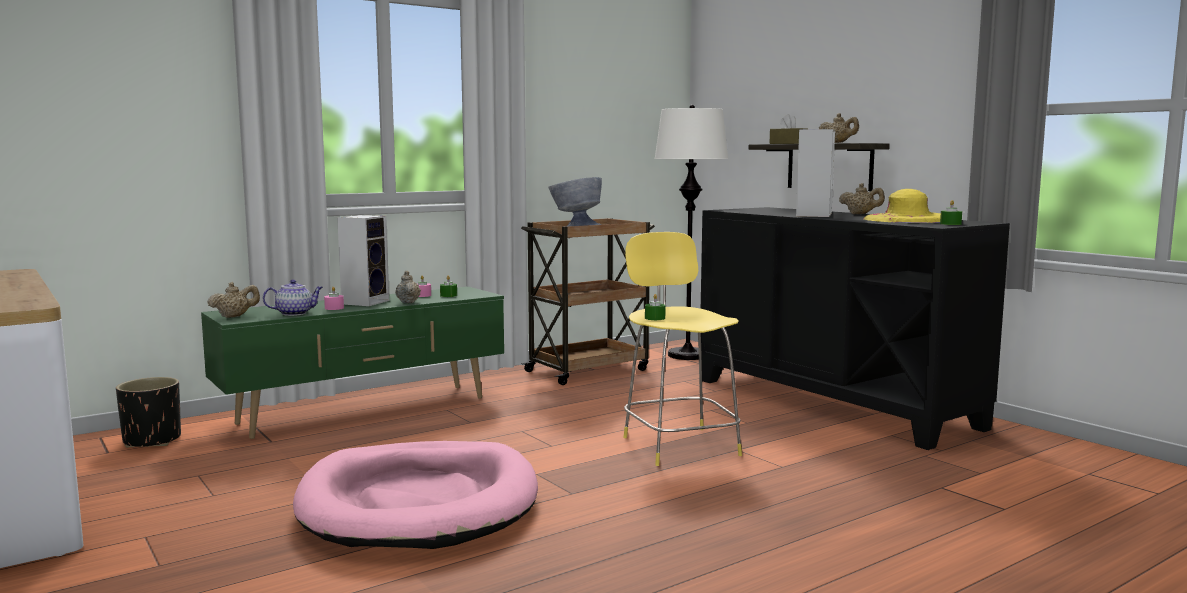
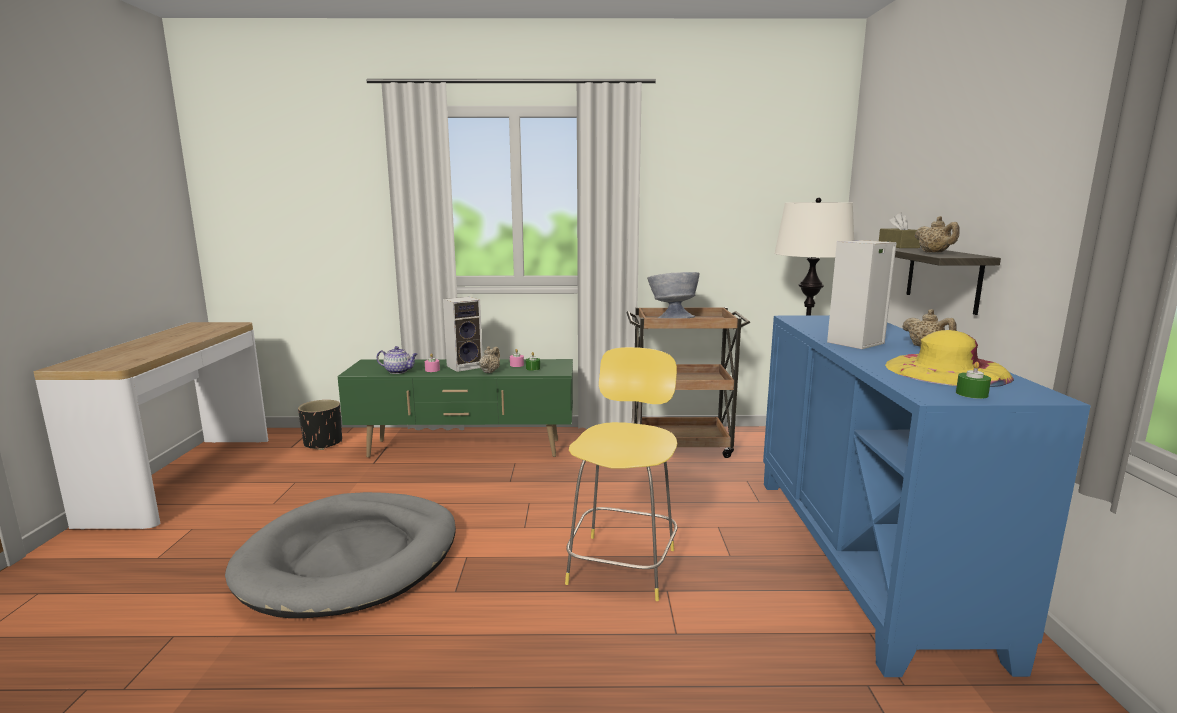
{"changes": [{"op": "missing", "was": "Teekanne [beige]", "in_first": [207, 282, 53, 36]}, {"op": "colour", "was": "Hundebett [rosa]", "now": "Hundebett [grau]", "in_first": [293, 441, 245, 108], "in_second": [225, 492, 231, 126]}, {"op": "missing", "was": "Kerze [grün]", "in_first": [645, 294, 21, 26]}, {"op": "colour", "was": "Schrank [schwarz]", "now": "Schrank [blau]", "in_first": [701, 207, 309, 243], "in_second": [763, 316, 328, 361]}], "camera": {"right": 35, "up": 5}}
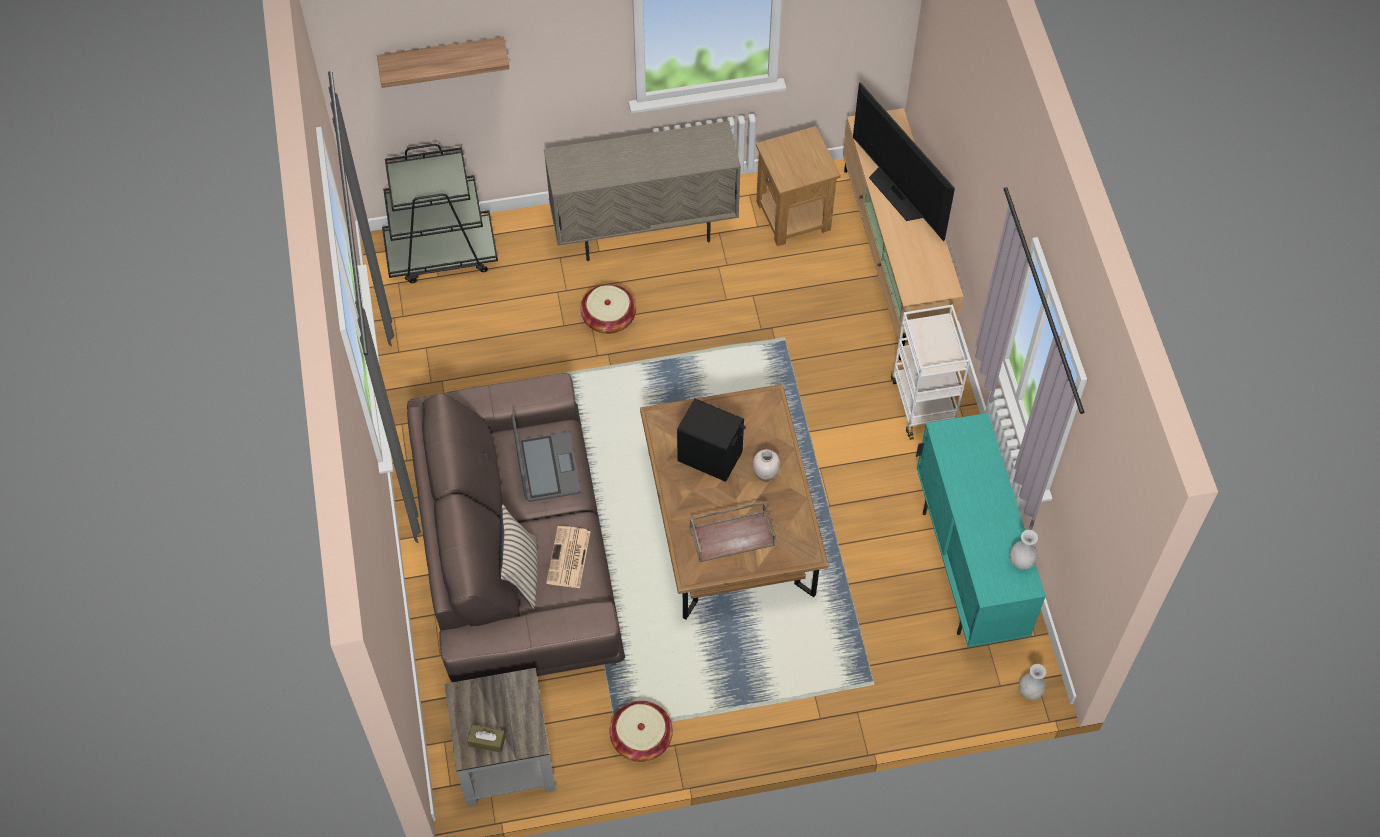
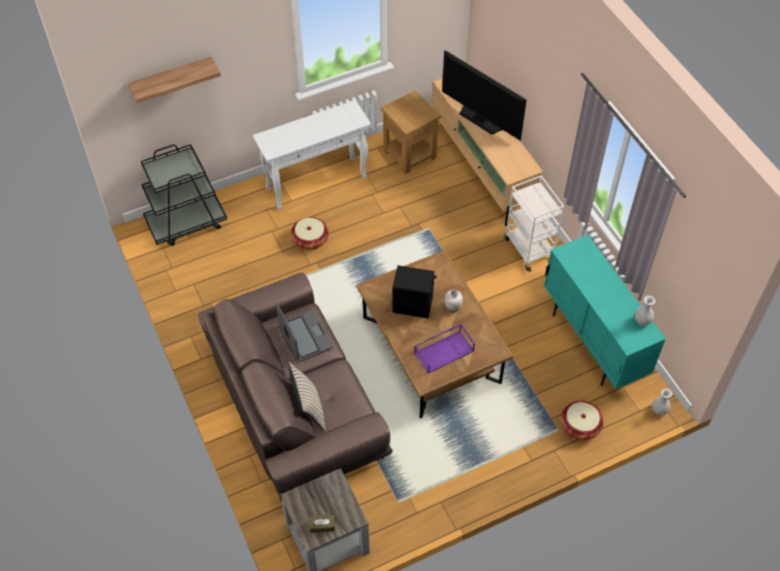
{"changes": [{"op": "exchanged", "was": "Schrank [beige]", "now": "Konsolentisch [weiß]", "in_first": [544, 121, 197, 140], "in_second": [253, 100, 118, 110]}, {"op": "missing", "was": "Zeitung", "in_first": [546, 526, 45, 62]}, {"op": "relocated", "was": "Korb", "in_first": [609, 701, 64, 61], "in_second": [561, 401, 43, 39]}, {"op": "colour", "was": "Tablett [braun]", "now": "Tablett [lila]", "in_first": [690, 501, 86, 61], "in_second": [414, 323, 61, 50]}], "camera": {"right": -15, "up": -5}}
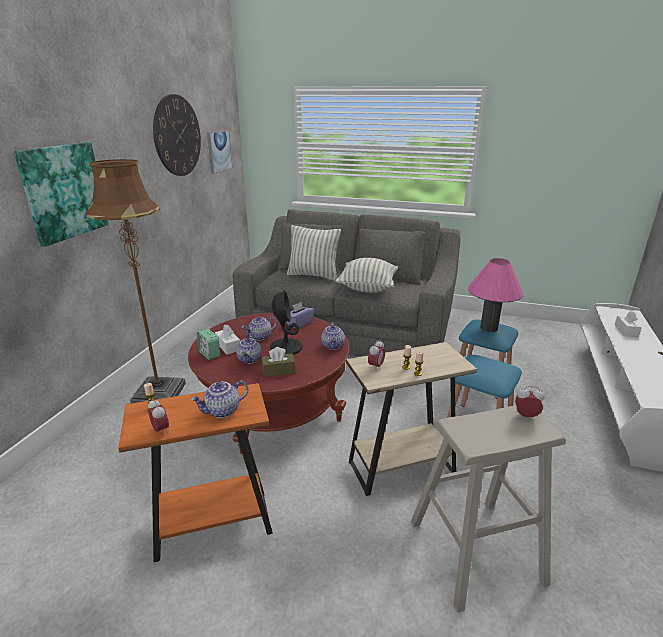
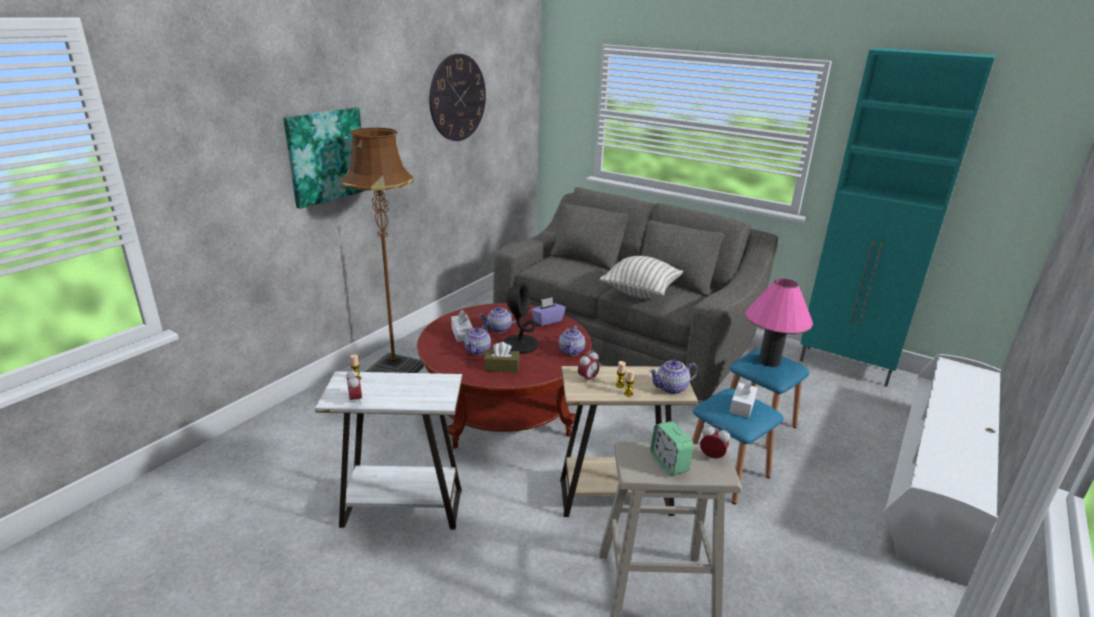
{"changes": [{"op": "colour", "was": "Beistelltisch [orange]", "now": "Beistelltisch [weiß]", "in_first": [118, 383, 155, 179], "in_second": [315, 371, 147, 158]}, {"op": "relocated", "was": "Teekanne", "in_first": [191, 380, 57, 38], "in_second": [649, 360, 49, 34]}, {"op": "relocated", "was": "Wecker", "in_first": [197, 329, 23, 31], "in_second": [650, 421, 44, 54]}, {"op": "missing", "was": "Bild", "in_first": [207, 130, 26, 44]}, {"op": "missing", "was": "Kissen", "in_first": [287, 225, 54, 56]}, {"op": "relocated", "was": "Taschentuchbox [weiß]", "in_first": [615, 311, 27, 26], "in_second": [730, 380, 27, 38]}, {"op": "appeared", "now": "Schrank [türkis]", "in_second": [800, 48, 195, 338]}], "camera": {"right": 15, "up": 0}}
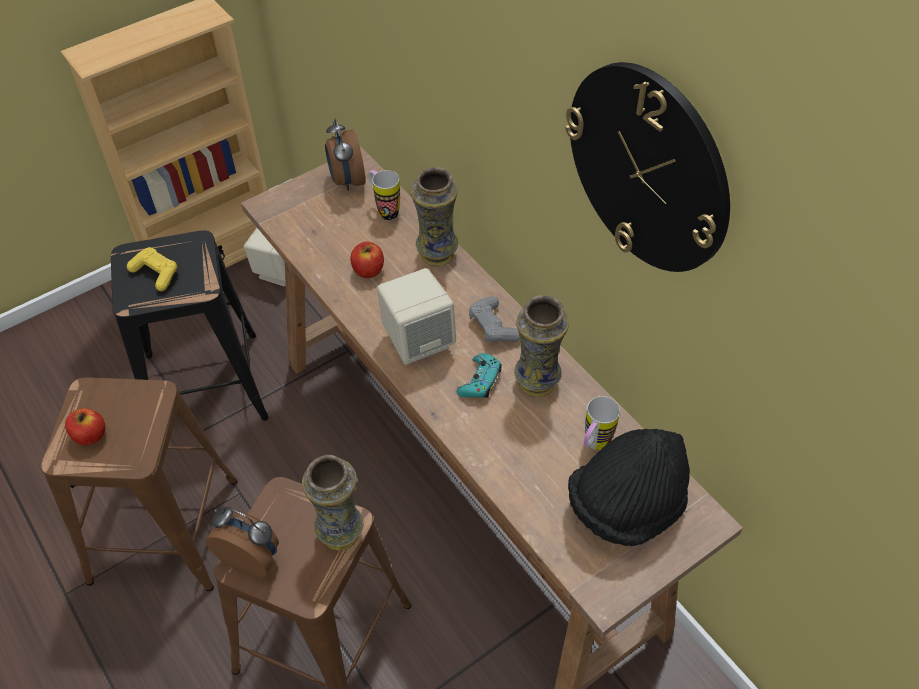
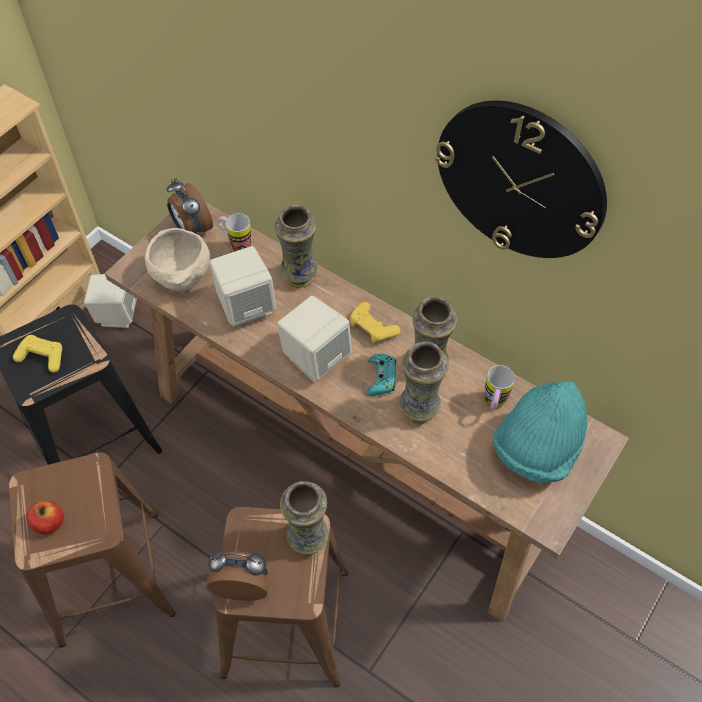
{"changes": [{"op": "exchanged", "was": "Apfel", "now": "Lautsprecher [beige]", "in_first": [350, 241, 34, 37], "in_second": [209, 246, 68, 81]}, {"op": "colour", "was": "Gamepad [grau]", "now": "Gamepad [gelb]", "in_first": [469, 296, 51, 46], "in_second": [350, 302, 50, 41]}, {"op": "colour", "was": "Hut [schwarz]", "now": "Hut [türkis]", "in_first": [568, 429, 122, 117], "in_second": [493, 381, 94, 102]}, {"op": "appeared", "now": "Schüssel [beige]", "in_second": [145, 228, 65, 63]}, {"op": "appeared", "now": "Vase", "in_second": [399, 341, 50, 83]}], "camera": {"right": -20, "up": 5}}
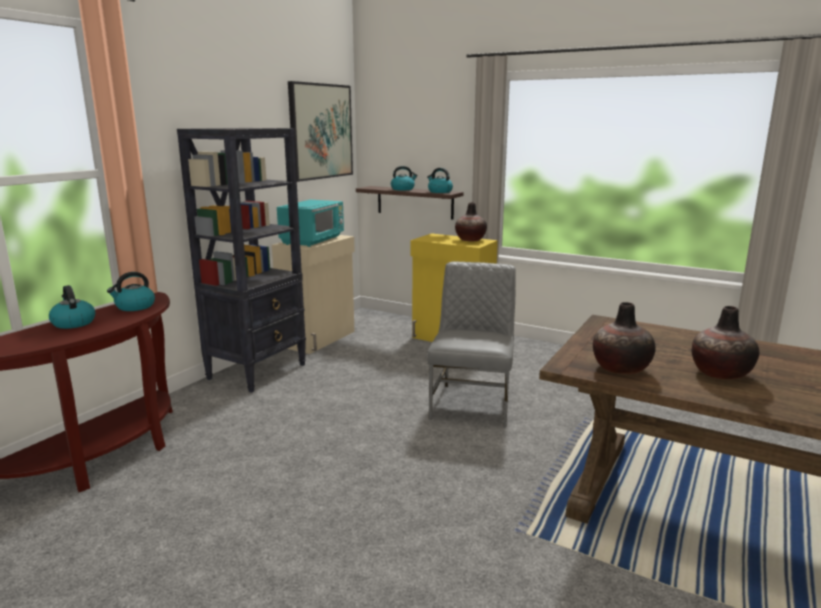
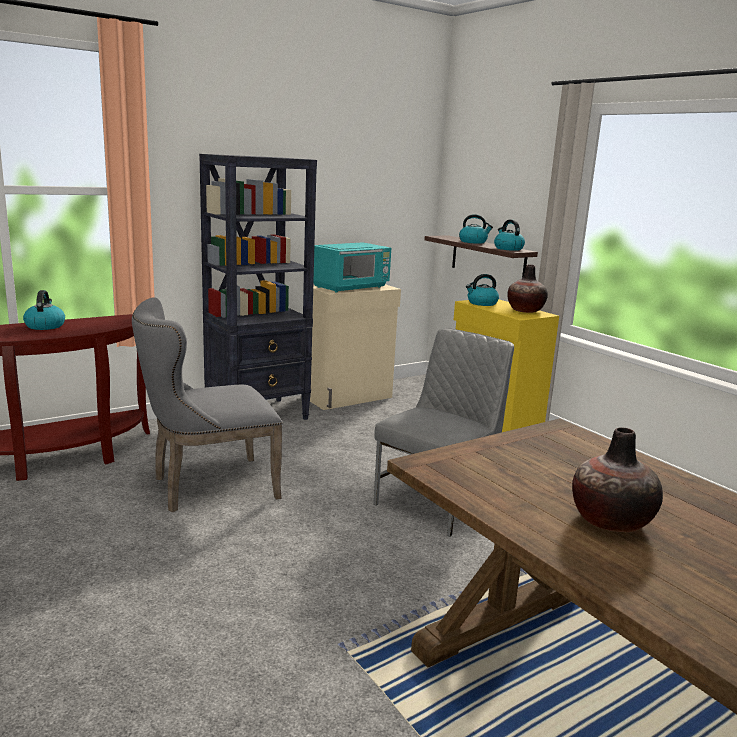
{"changes": [{"op": "relocated", "was": "Wasserkessel", "in_first": [107, 272, 48, 39], "in_second": [466, 274, 33, 32]}, {"op": "missing", "was": "Bild", "in_first": [288, 81, 65, 101]}, {"op": "missing", "was": "Vase", "in_first": [593, 302, 63, 72]}, {"op": "appeared", "now": "Stuhl [grau]", "in_second": [132, 297, 151, 215]}], "camera": {"right": 25, "up": 0}}
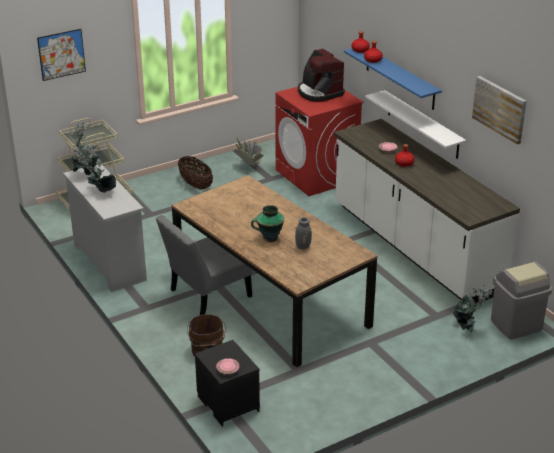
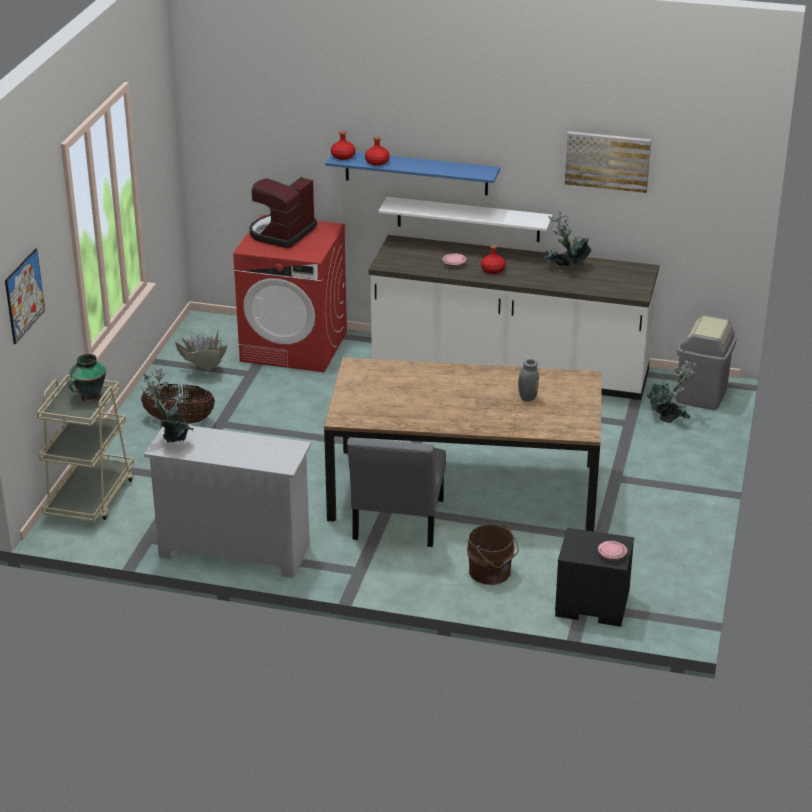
{"changes": [{"op": "relocated", "was": "Topfpflanze", "in_first": [77, 144, 39, 49], "in_second": [542, 210, 49, 56]}, {"op": "relocated", "was": "Vase", "in_first": [251, 205, 33, 37], "in_second": [68, 354, 38, 48]}, {"op": "spun", "was": "Kaffeemaschine", "in_first": [298, 49, 47, 53], "in_second": [249, 177, 68, 71], "clockwise": 105}], "camera": {"right": -45, "up": 0}}
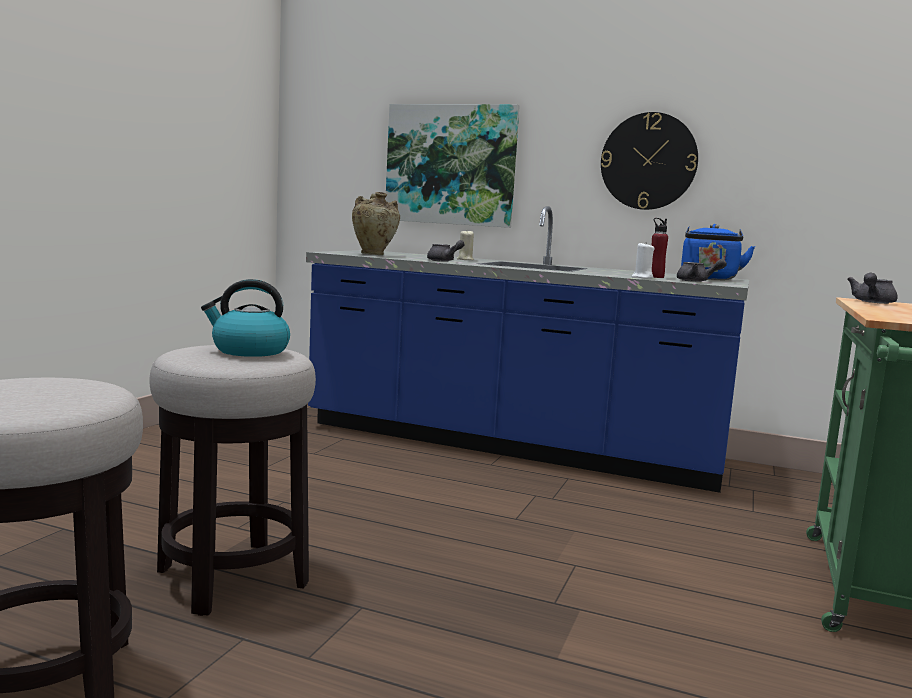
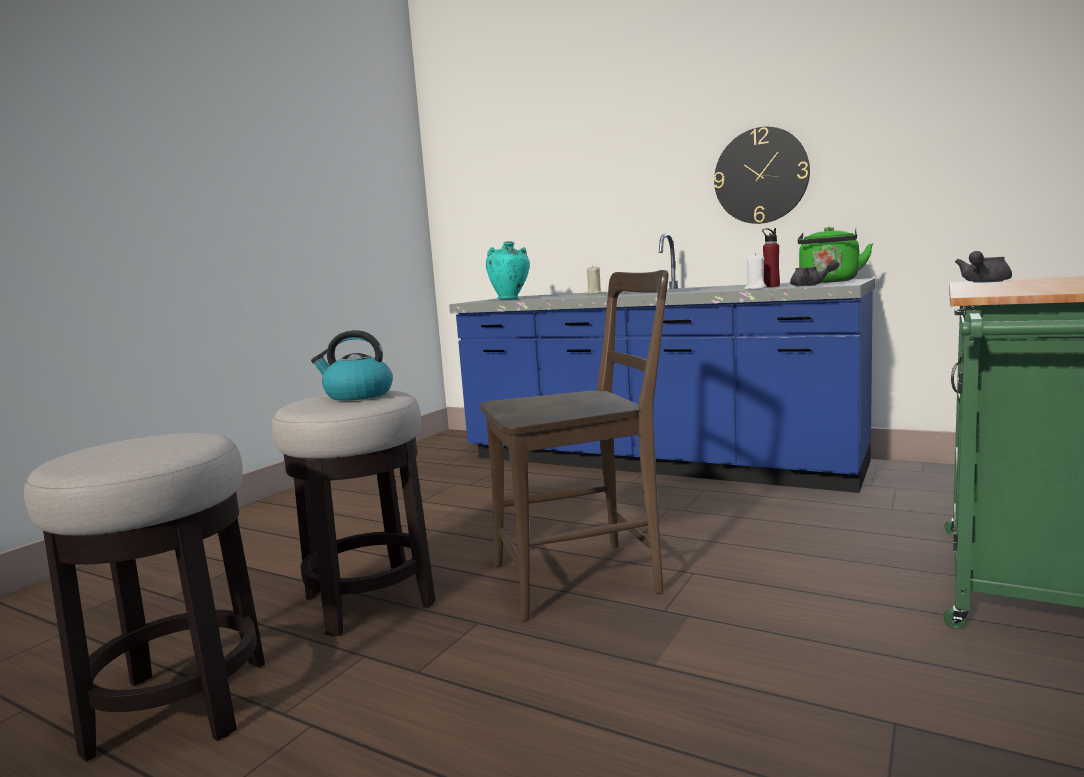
{"changes": [{"op": "colour", "was": "Vase [beige]", "now": "Vase [türkis]", "in_first": [352, 192, 48, 63], "in_second": [486, 241, 44, 59]}, {"op": "missing", "was": "Bild", "in_first": [385, 104, 135, 124]}, {"op": "missing", "was": "Teekanne [grau]", "in_first": [427, 240, 37, 21]}, {"op": "colour", "was": "Wasserkessel [blau]", "now": "Wasserkessel [grün]", "in_first": [681, 224, 74, 56], "in_second": [798, 227, 75, 56]}, {"op": "appeared", "now": "Stuhl [braun]", "in_second": [480, 270, 189, 351]}], "camera": {"right": 10, "up": 0}}
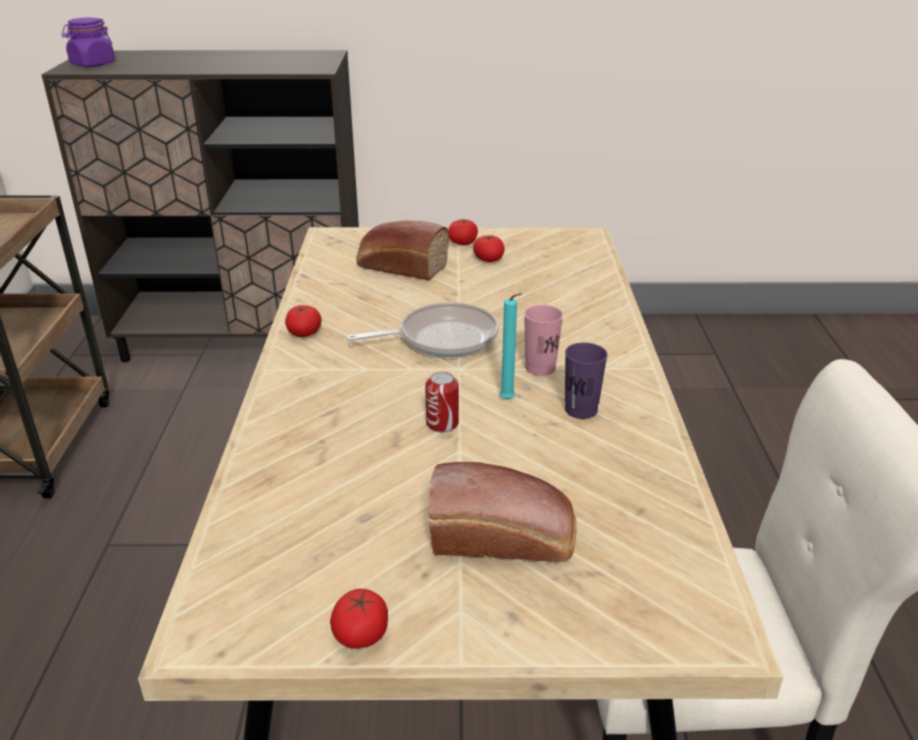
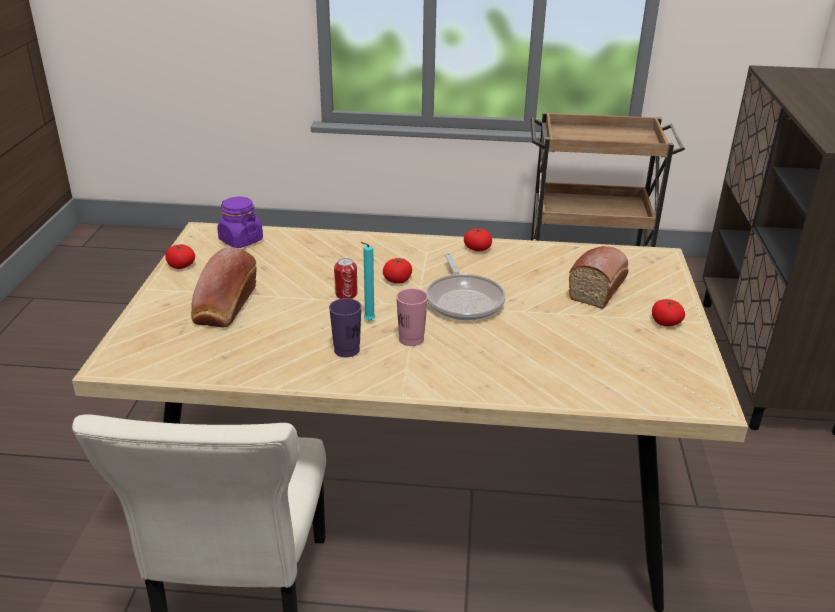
{"changes": [{"op": "relocated", "was": "Vorratsglas [lila]", "in_first": [62, 18, 53, 49], "in_second": [217, 197, 46, 51]}, {"op": "relocated", "was": "Tomate", "in_first": [473, 235, 31, 27], "in_second": [383, 258, 29, 26]}], "camera": {"right": 95, "up": 0}}
